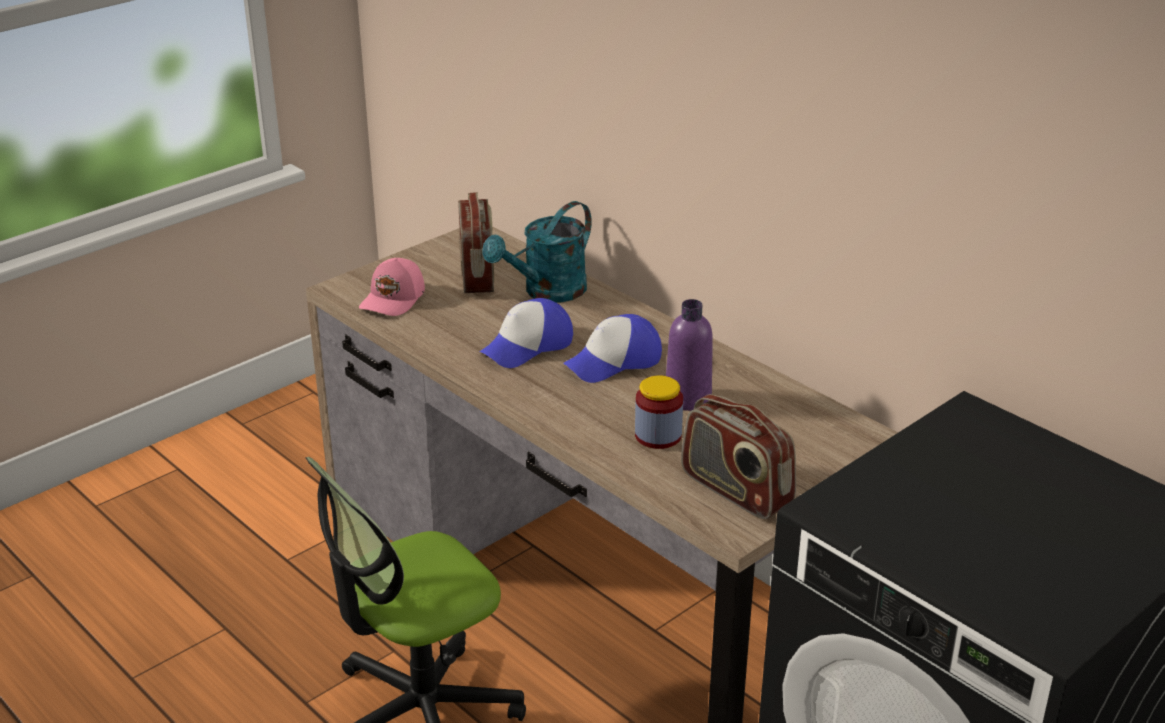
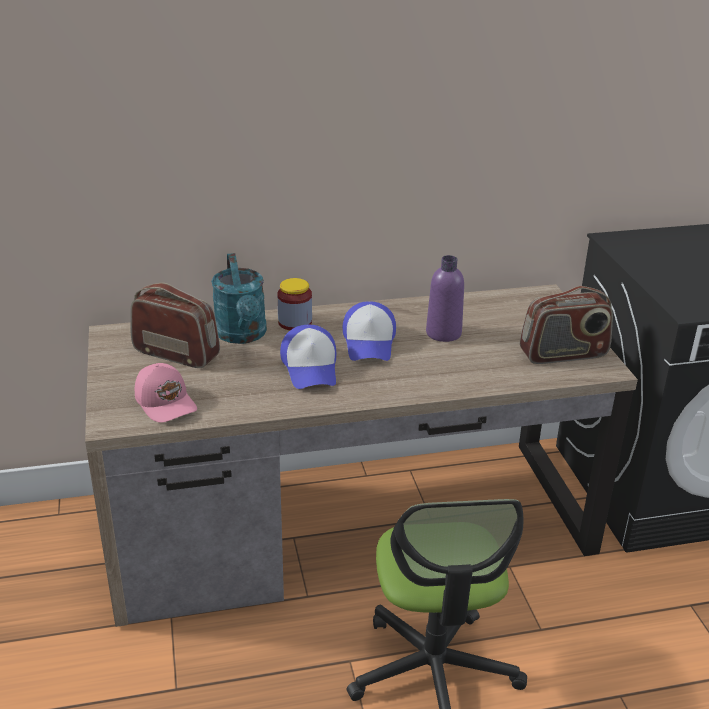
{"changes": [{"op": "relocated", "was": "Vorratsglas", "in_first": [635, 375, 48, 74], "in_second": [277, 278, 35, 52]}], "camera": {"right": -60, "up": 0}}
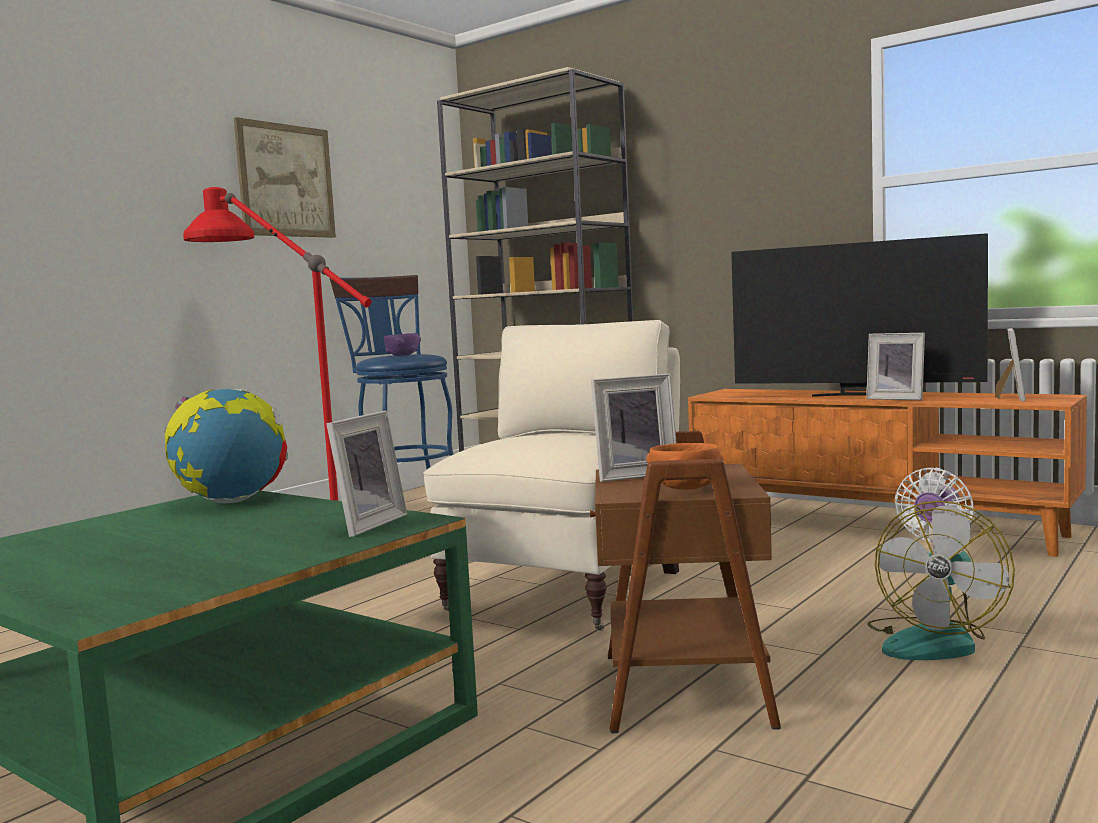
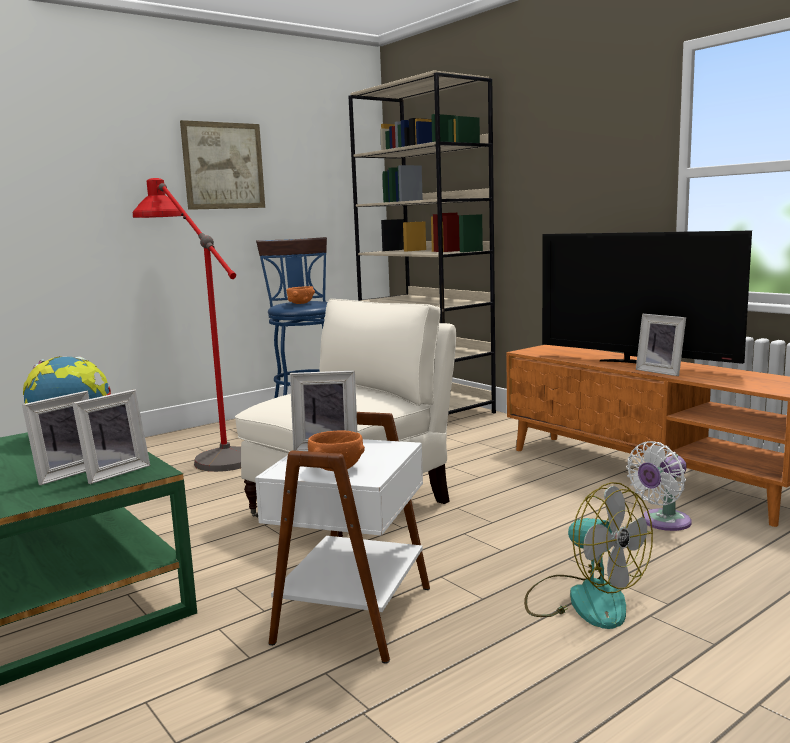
{"changes": [{"op": "colour", "was": "Schüssel [lila]", "now": "Schüssel [orange]", "in_first": [384, 333, 37, 23], "in_second": [286, 286, 29, 18]}, {"op": "colour", "was": "Beistelltisch [braun]", "now": "Beistelltisch [weiß]", "in_first": [590, 431, 191, 302], "in_second": [255, 412, 175, 252]}, {"op": "spun", "was": "Ventilator", "in_first": [867, 501, 148, 159], "in_second": [524, 482, 129, 147], "clockwise": -90}, {"op": "relocated", "was": "Bilderrahmen", "in_first": [995, 328, 31, 73], "in_second": [22, 391, 67, 94]}], "camera": {"right": 15, "up": 5}}
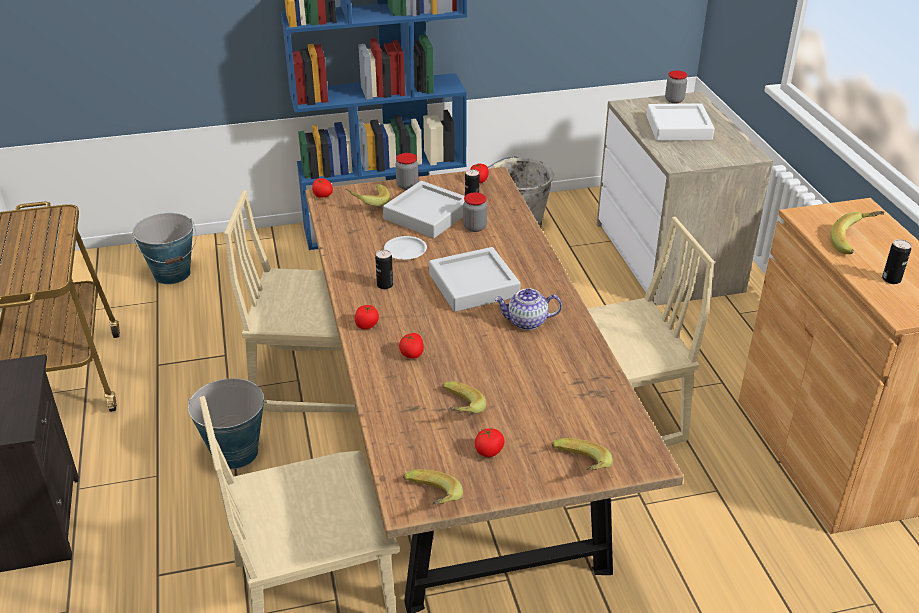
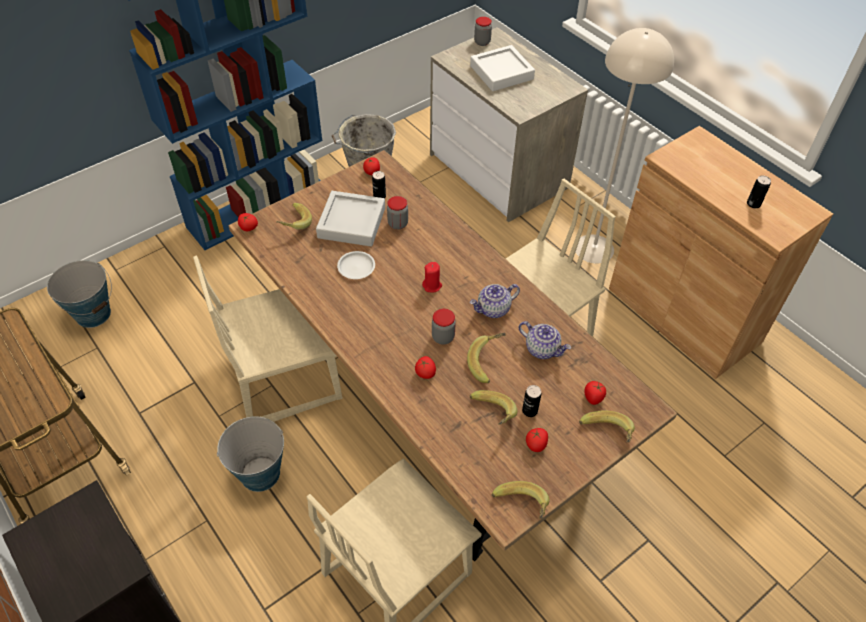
{"changes": [{"op": "relocated", "was": "Tomate", "in_first": [355, 305, 24, 24], "in_second": [584, 381, 22, 24]}, {"op": "relocated", "was": "Dose", "in_first": [375, 250, 18, 39], "in_second": [522, 385, 20, 32]}, {"op": "relocated", "was": "Vorratsglas", "in_first": [396, 153, 23, 37], "in_second": [432, 309, 24, 36]}, {"op": "exchanged", "was": "Tablett [grau]", "now": "Kerze [rot]", "in_first": [429, 247, 92, 65], "in_second": [422, 262, 20, 30]}, {"op": "relocated", "was": "Banane", "in_first": [830, 211, 54, 43], "in_second": [467, 333, 39, 50]}, {"op": "appeared", "now": "Teekanne", "in_second": [519, 321, 52, 38]}, {"op": "appeared", "now": "Stehlampe [beige]", "in_second": [576, 28, 98, 235]}], "camera": {"right": -25, "up": 15}}
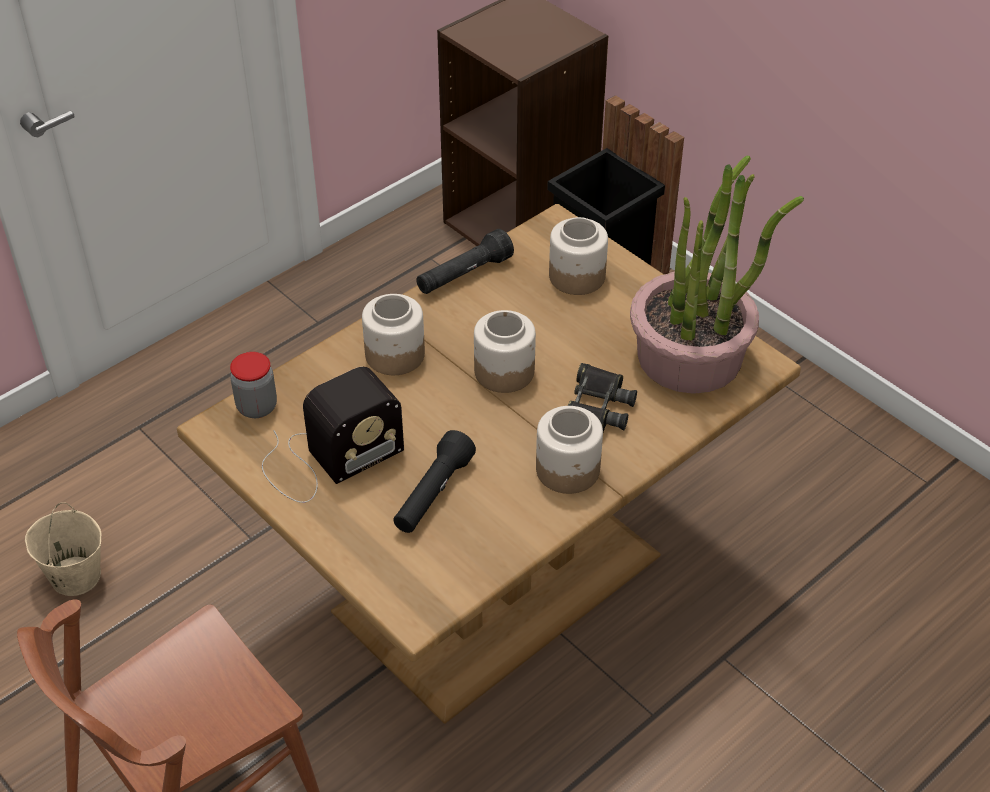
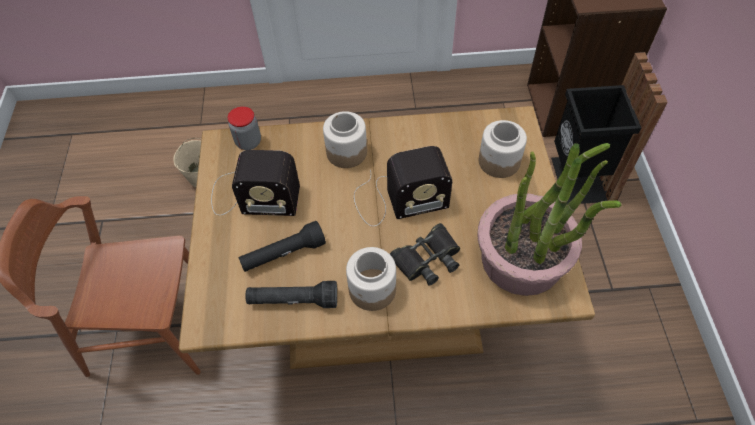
{"changes": [{"op": "relocated", "was": "Taschenlampe [schwarz]", "in_first": [416, 229, 98, 65], "in_second": [245, 281, 92, 27]}, {"op": "exchanged", "was": "Vorratsglas", "now": "Radio", "in_first": [474, 310, 62, 83], "in_second": [354, 146, 98, 80]}], "camera": {"right": 40, "up": 10}}
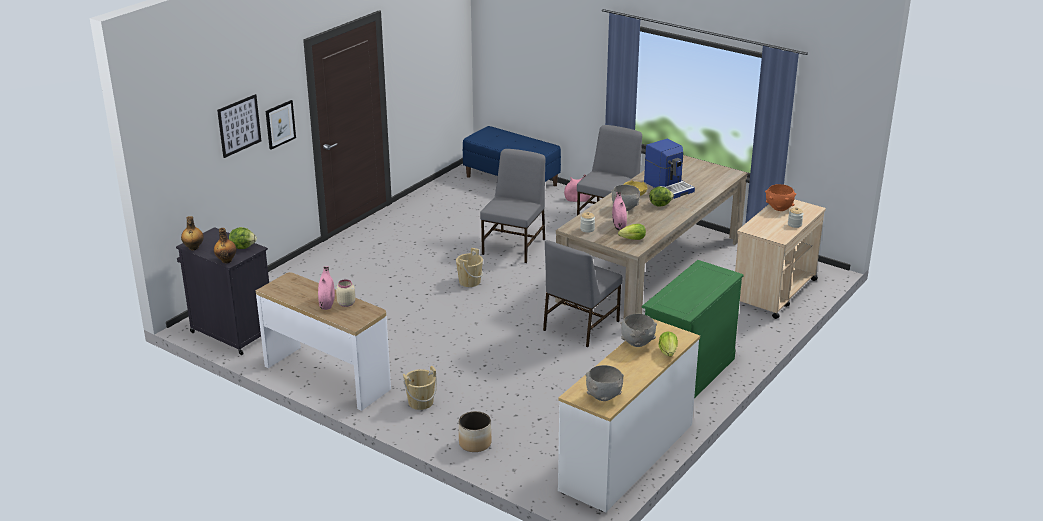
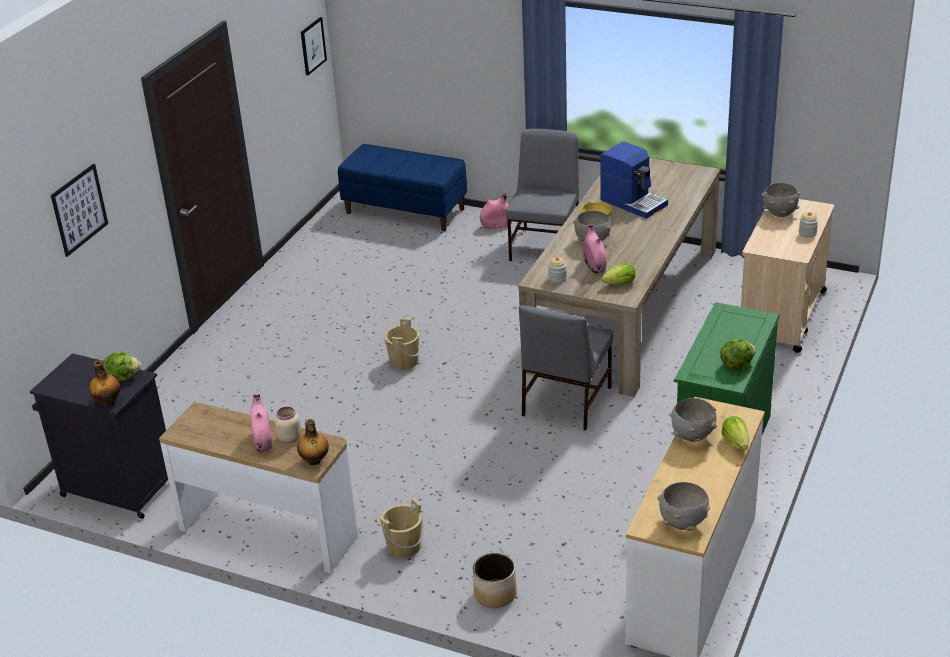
{"changes": [{"op": "relocated", "was": "Flasche", "in_first": [181, 216, 23, 34], "in_second": [297, 419, 32, 46]}, {"op": "relocated", "was": "Bild", "in_first": [265, 100, 31, 50], "in_second": [301, 17, 26, 58]}, {"op": "missing", "was": "Stuhl [grau]", "in_first": [480, 149, 65, 114]}, {"op": "relocated", "was": "Salatkopf", "in_first": [649, 187, 25, 20], "in_second": [720, 339, 36, 30]}, {"op": "colour", "was": "Schüssel [orange]", "now": "Schüssel [grau]", "in_first": [765, 184, 31, 27], "in_second": [761, 183, 39, 34]}], "camera": {"right": -10, "up": 5}}
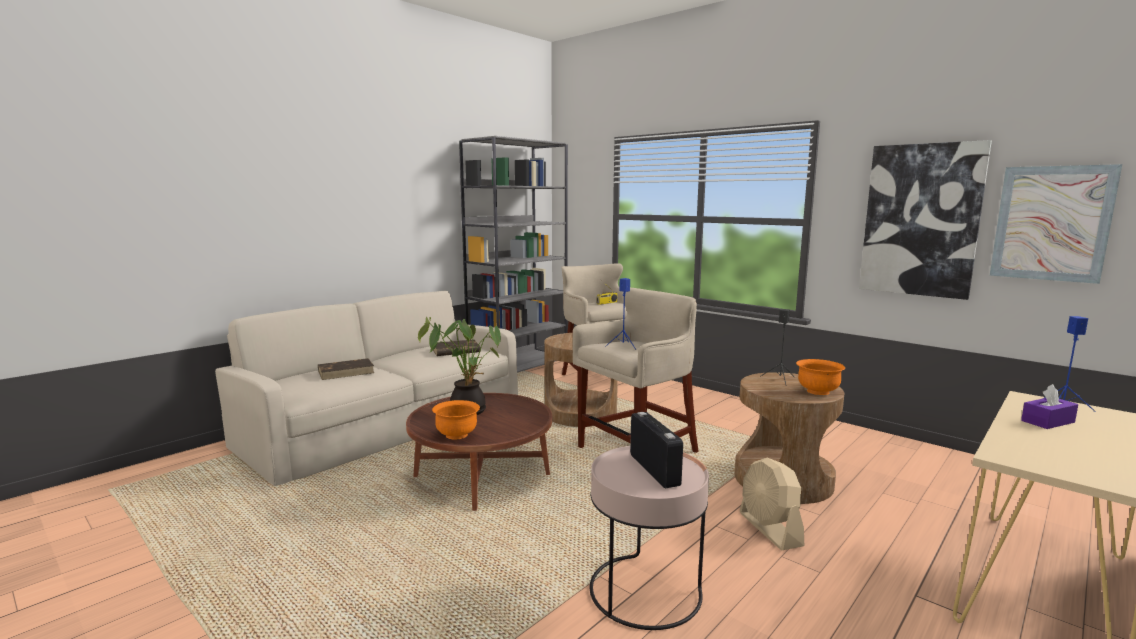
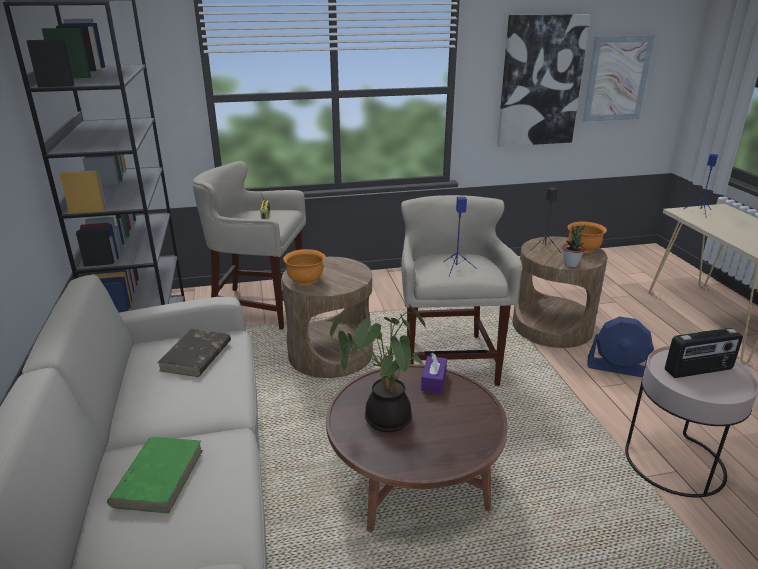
{"changes": [{"op": "colour", "was": "Buch [braun]", "now": "Buch [grün]", "in_first": [318, 358, 56, 22], "in_second": [107, 437, 96, 76]}, {"op": "relocated", "was": "Schüssel [orange]", "in_first": [432, 400, 48, 40], "in_second": [283, 249, 43, 36]}, {"op": "spun", "was": "Radio", "in_first": [630, 412, 53, 76], "in_second": [665, 328, 78, 50], "clockwise": 150}, {"op": "colour", "was": "Ventilator [beige]", "now": "Ventilator [blau]", "in_first": [740, 458, 64, 92], "in_second": [587, 316, 67, 61]}, {"op": "relocated", "was": "Taschentuchbox [lila]", "in_first": [1021, 384, 57, 45], "in_second": [421, 353, 26, 41]}, {"op": "appeared", "now": "Topfpflanze", "in_second": [562, 225, 23, 42]}], "camera": {"right": -55, "up": 15}}
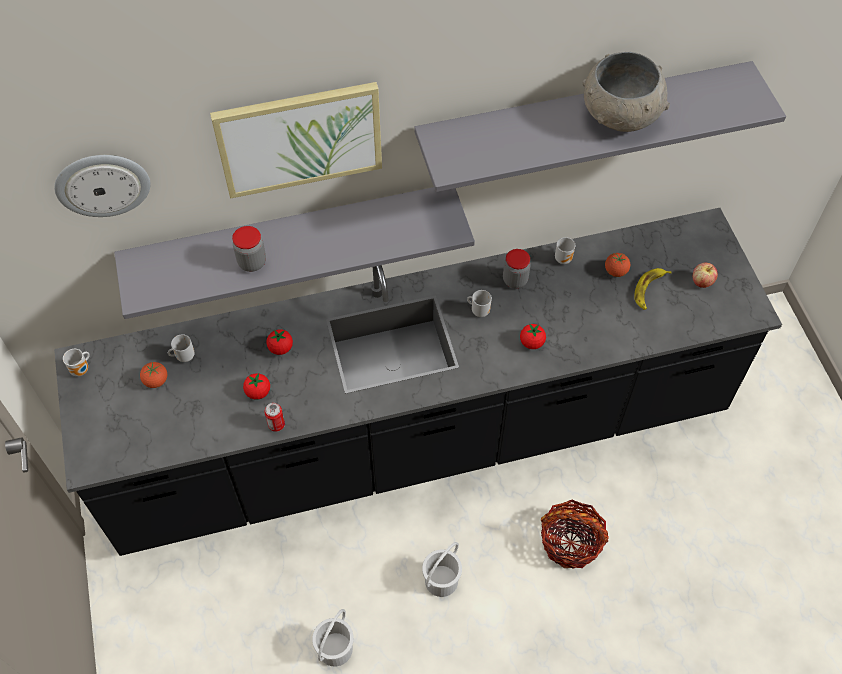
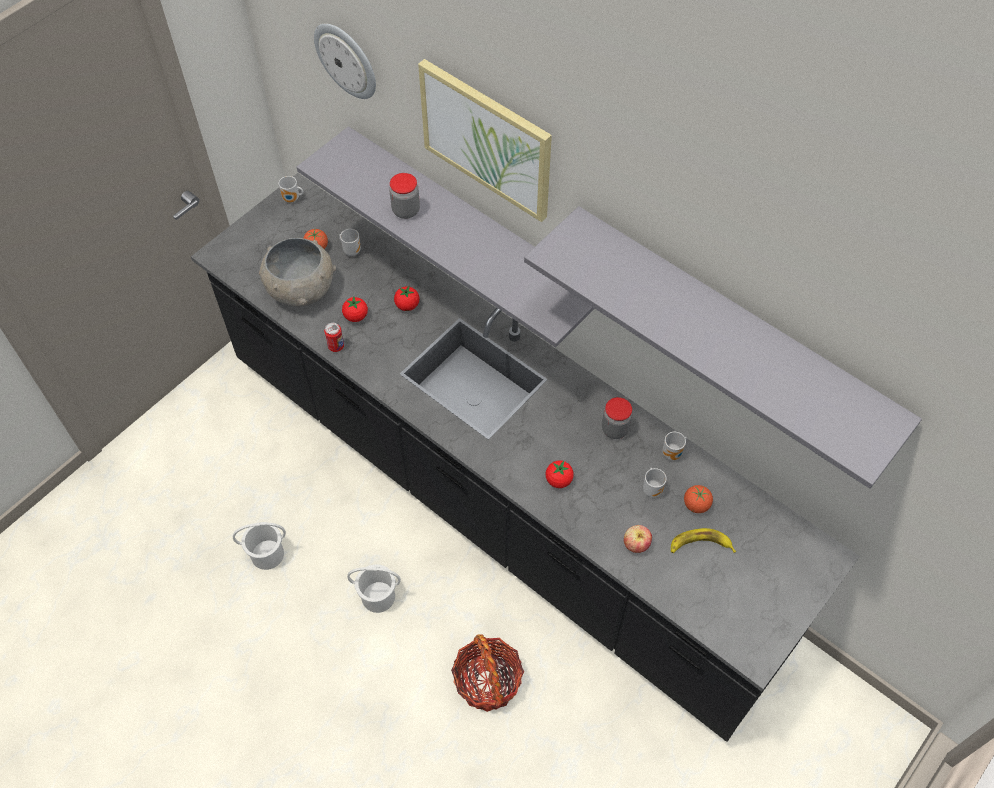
{"changes": [{"op": "relocated", "was": "Henkelbecher", "in_first": [467, 290, 25, 27], "in_second": [643, 468, 24, 29]}, {"op": "relocated", "was": "Schüssel [grau]", "in_first": [583, 52, 87, 80], "in_second": [259, 238, 77, 69]}, {"op": "relocated", "was": "Apfel", "in_first": [693, 263, 25, 25], "in_second": [624, 525, 28, 28]}], "camera": {"right": 55, "up": 0}}
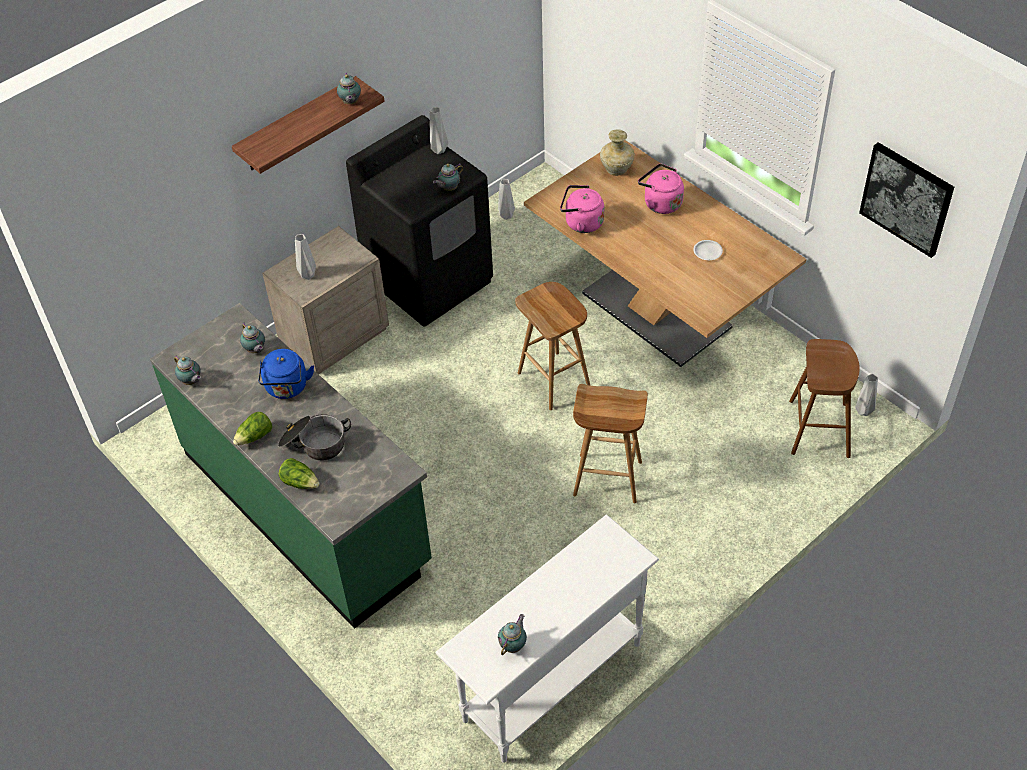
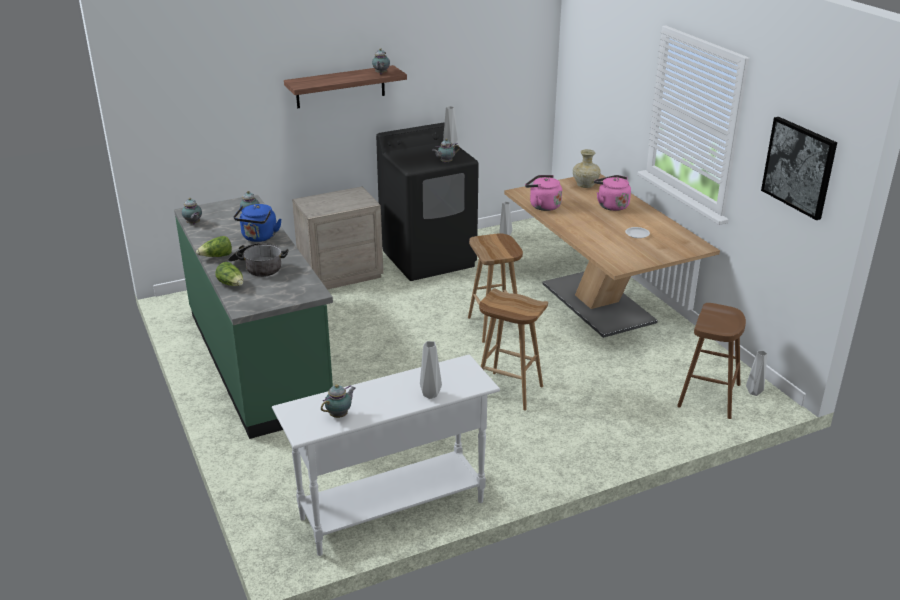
{"changes": [{"op": "relocated", "was": "Vase [grau]", "in_first": [295, 234, 21, 46], "in_second": [420, 341, 22, 58]}], "camera": {"right": 15, "up": -20}}
